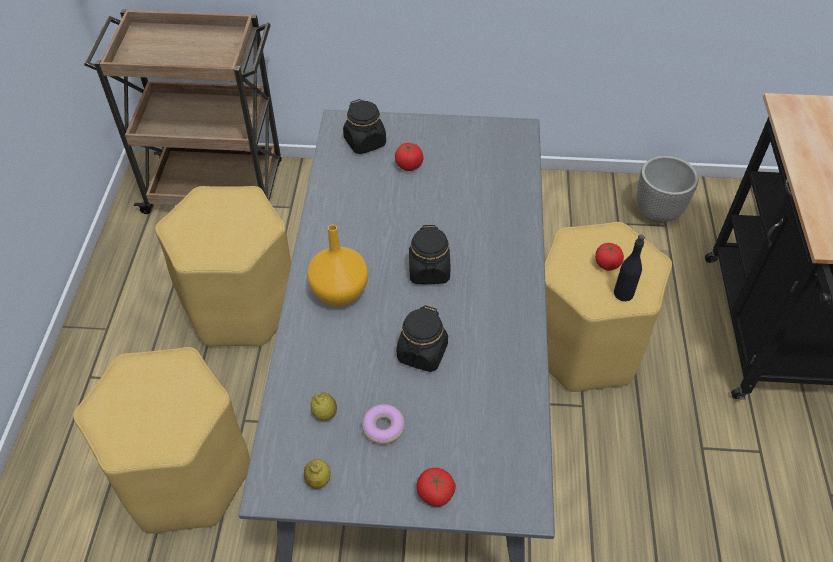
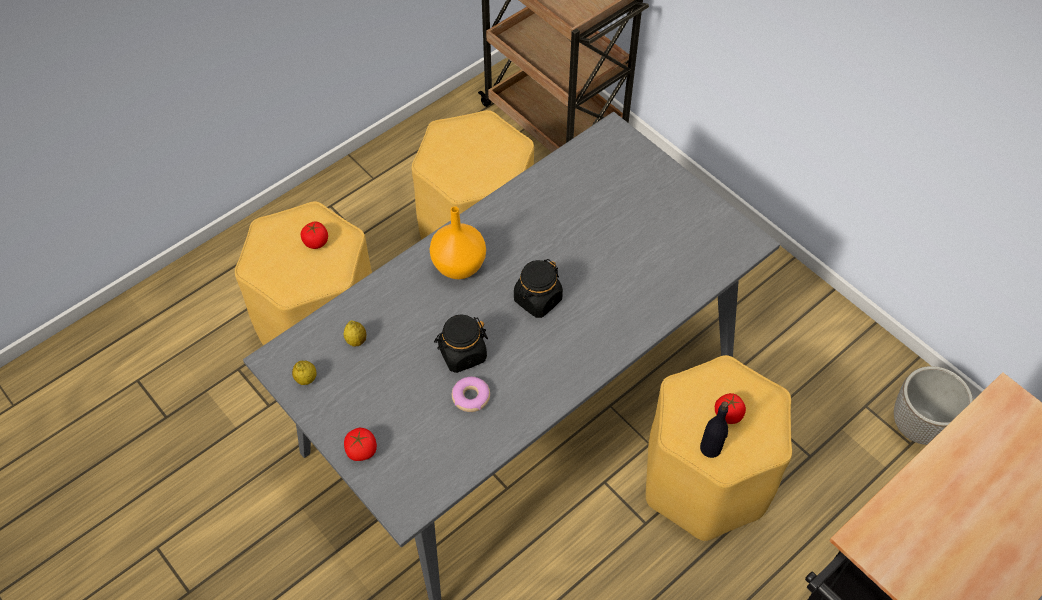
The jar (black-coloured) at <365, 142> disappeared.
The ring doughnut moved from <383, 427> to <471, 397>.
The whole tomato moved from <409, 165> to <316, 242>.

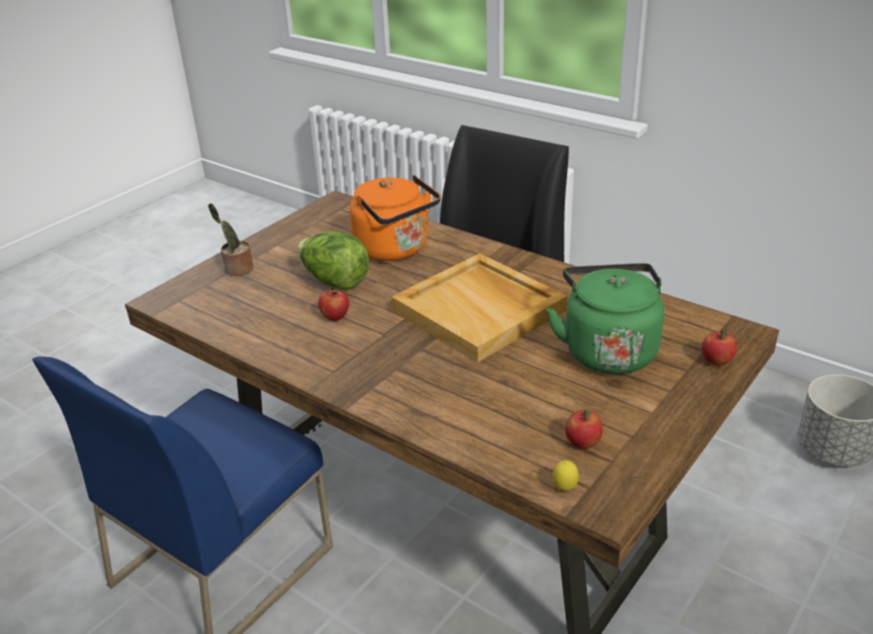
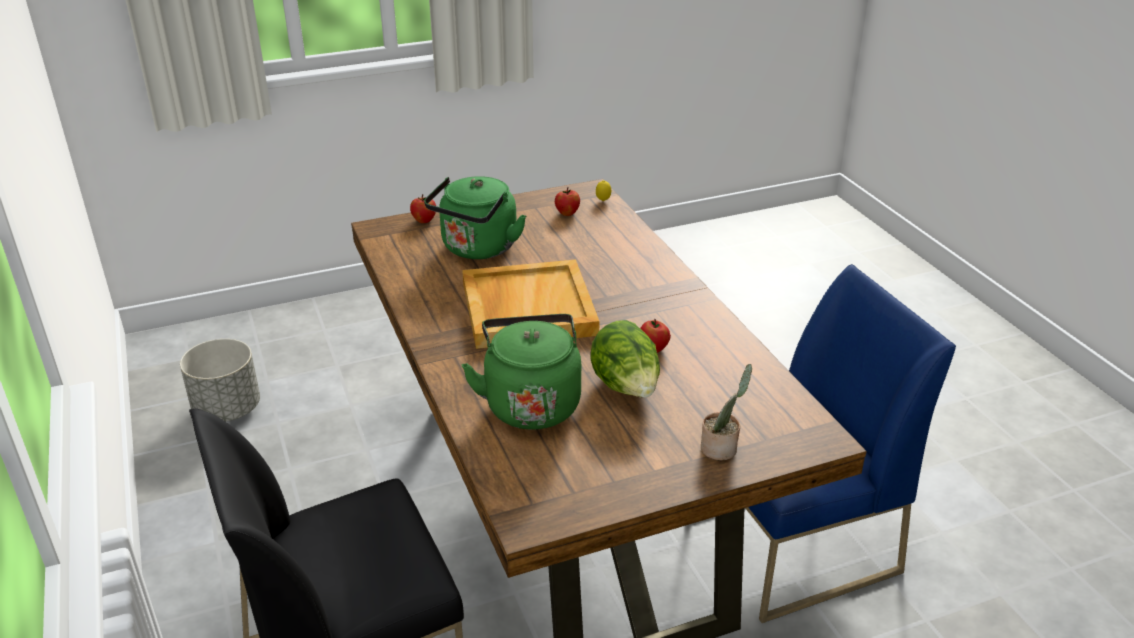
The water kettle (orangey) at <395, 250> became the water kettle (green) at <531, 403>.

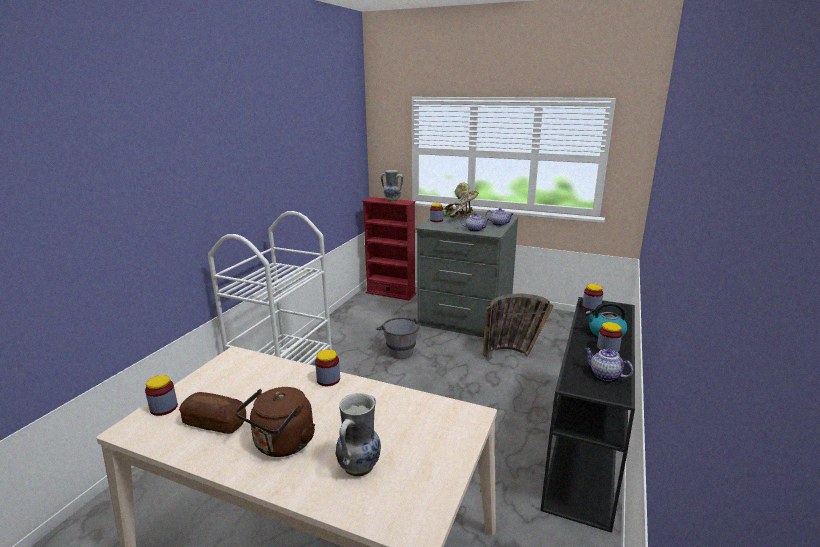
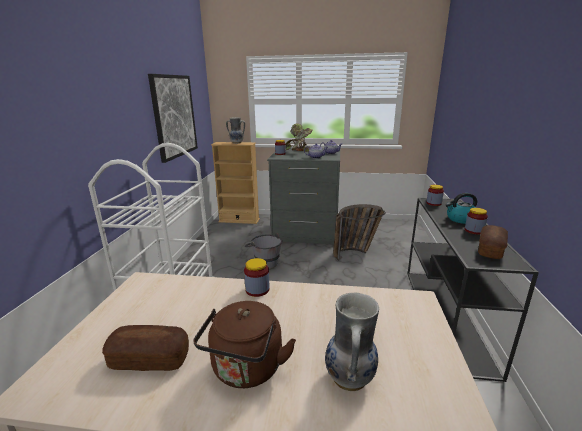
The jar at <164, 408> disappeared.
The wall art at <174, 116> appeared.
The tea pot at <604, 375> was replaced by the bakery bread at <490, 249>.
The shelving unit (reddish) at <390, 293> became the shelving unit (beige) at <239, 220>.

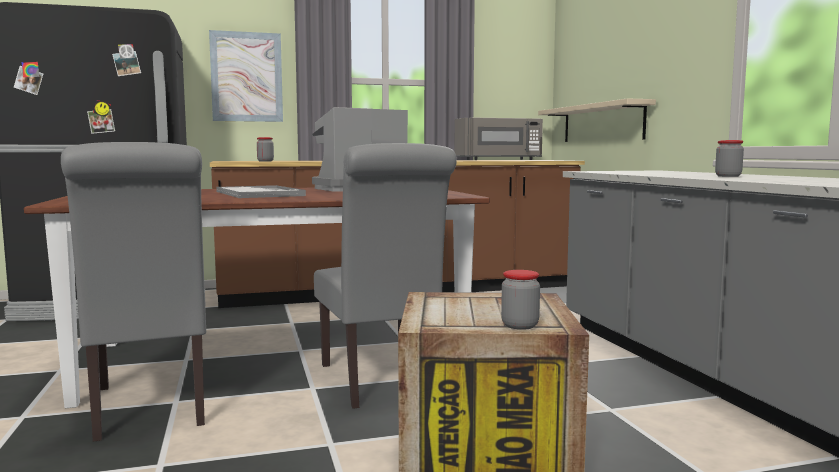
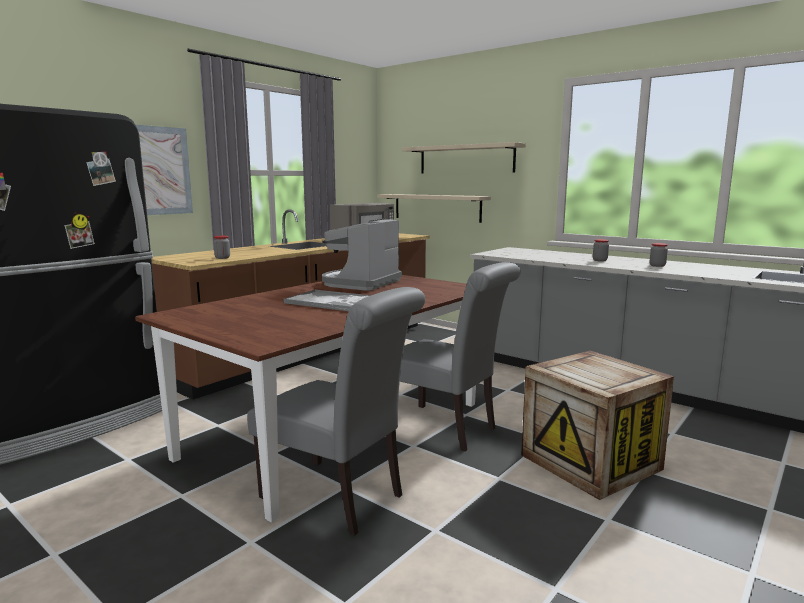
The shelf (beige) at <466, 159> appeared.
The jar moved from <520, 325> to <657, 266>.

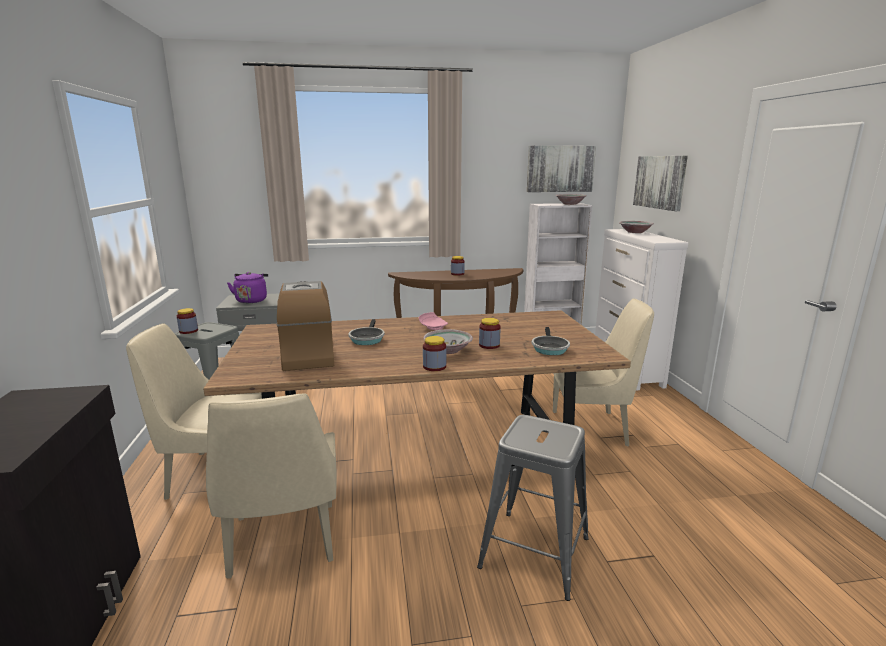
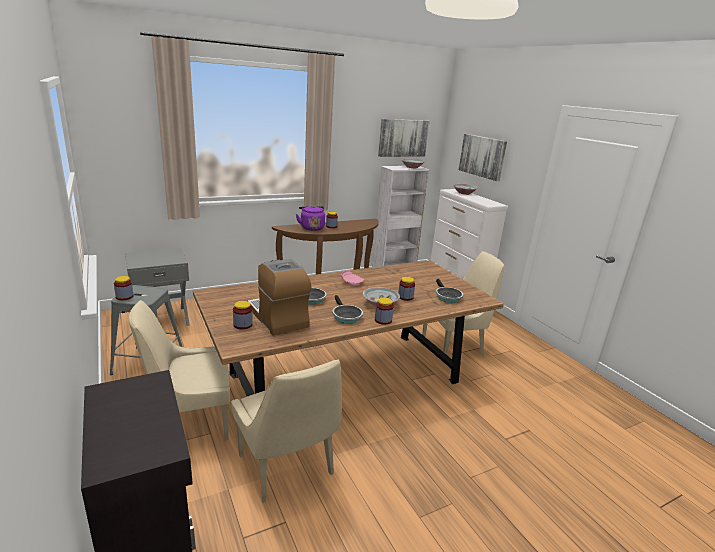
The sitting stool (grey) at <534, 552> disappeared.
The jar at <243, 325> appeared.
The frying pan at <345, 316> appeared.
The water kettle (purplish) moved from <251, 300> to <311, 228>.

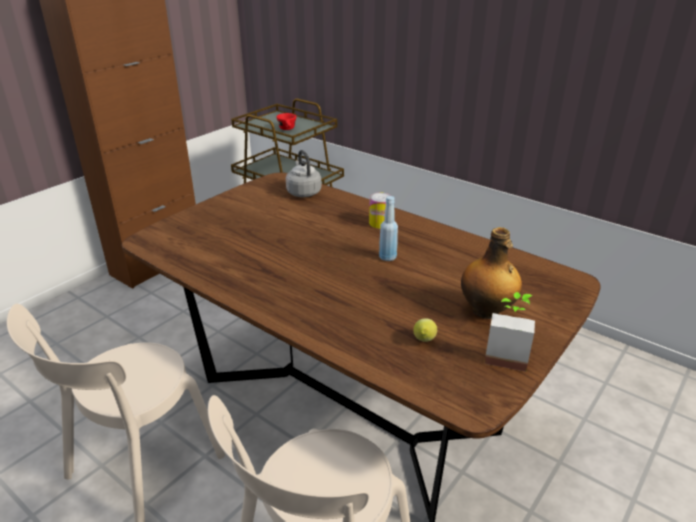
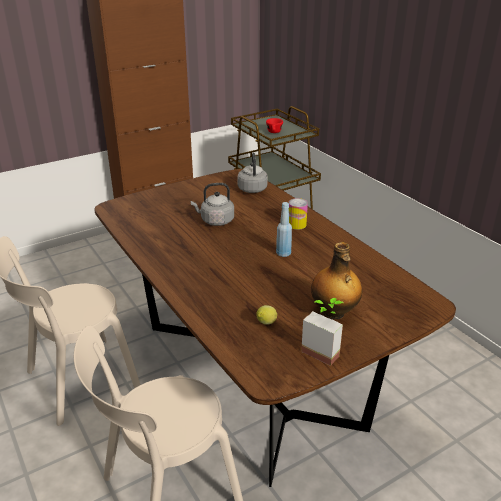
The water kettle (grey) at <215, 221> appeared.

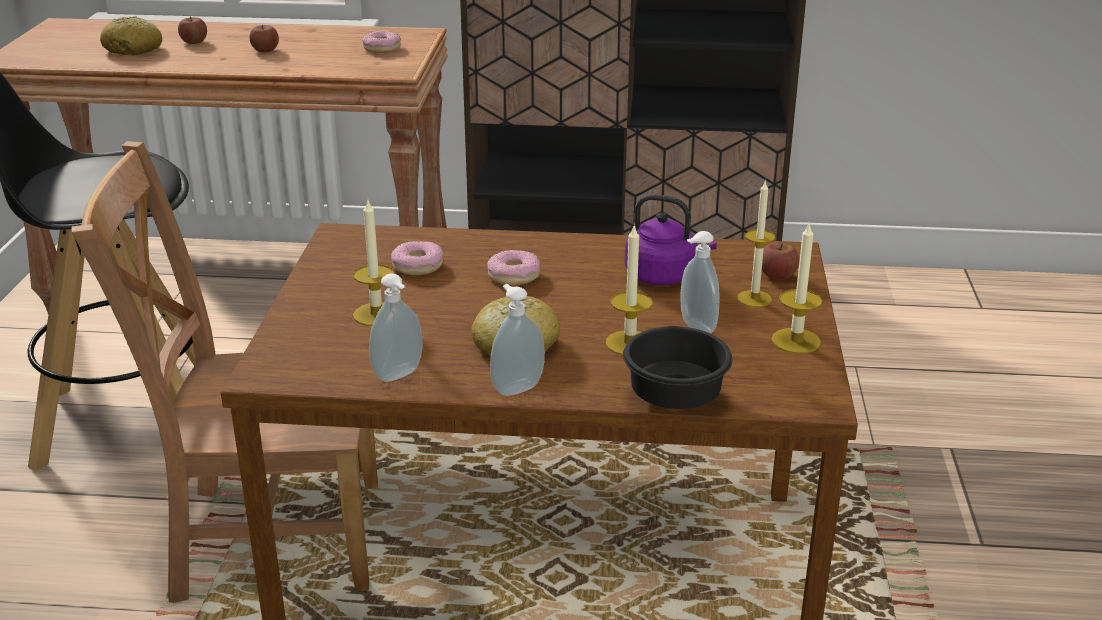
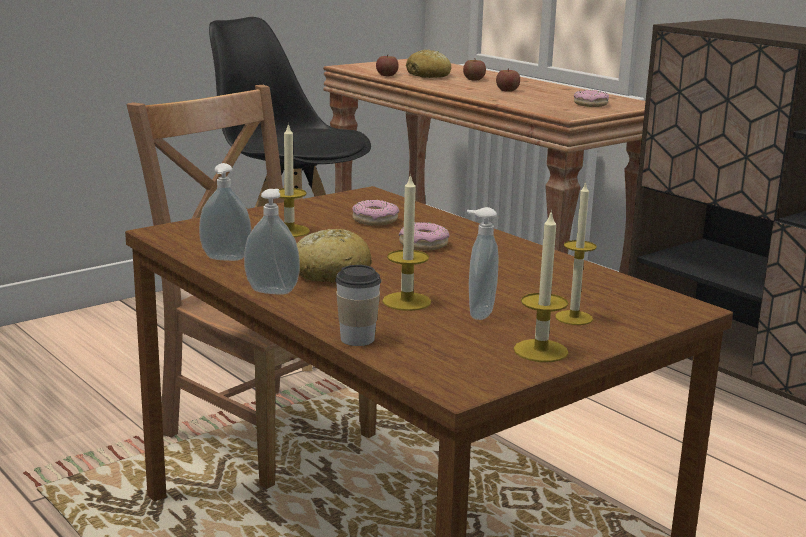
The water kettle (purplish) at <664, 276> disappeared.
The apple moved from <777, 275> to <387, 75>.
The serving bowl (black-coloured) at <677, 399> was replaced by the cup at <357, 339>.

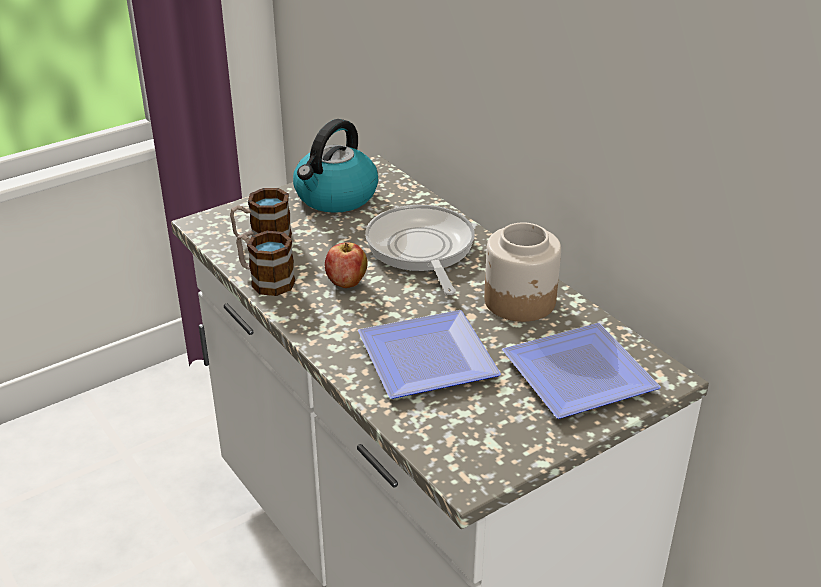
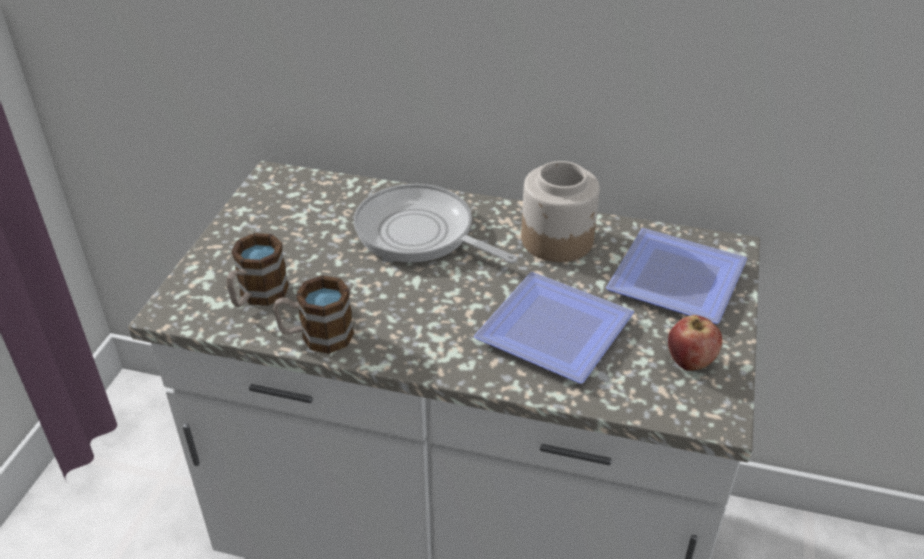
The water kettle at <335, 197> disappeared.
The apple moved from <346, 283> to <690, 362>.

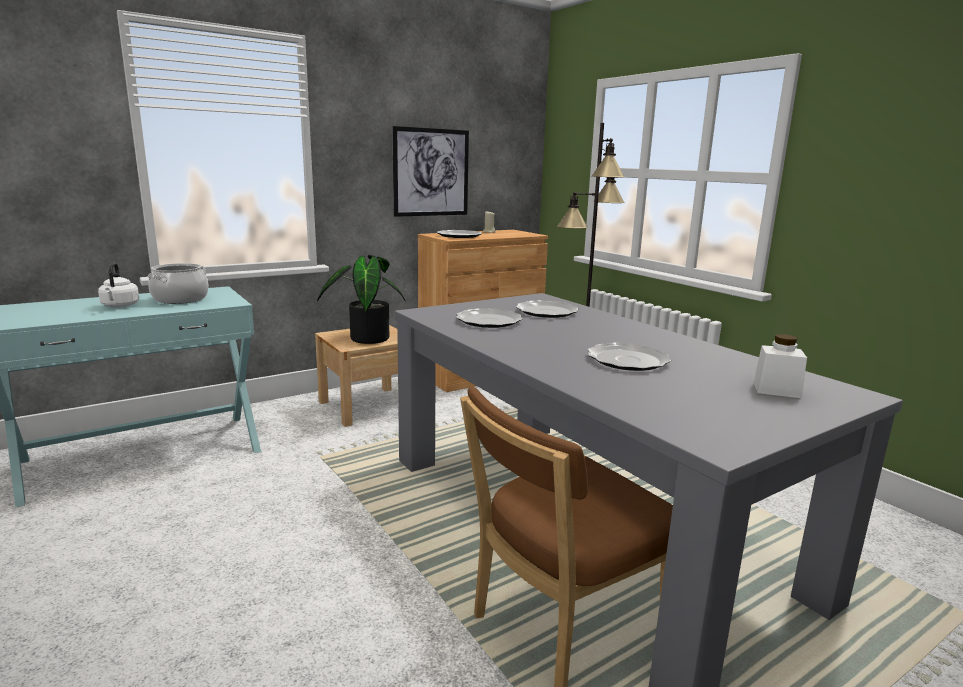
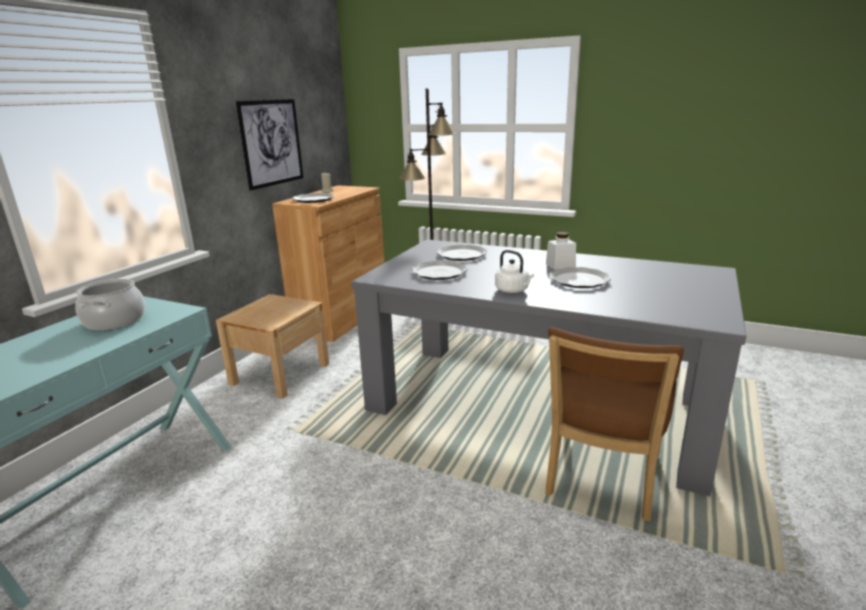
The houseplant at <366, 338> disappeared.
The water kettle (whitish) moved from <120, 306> to <513, 290>.
The jar (whitish) moved from <776, 390> to <560, 265>.

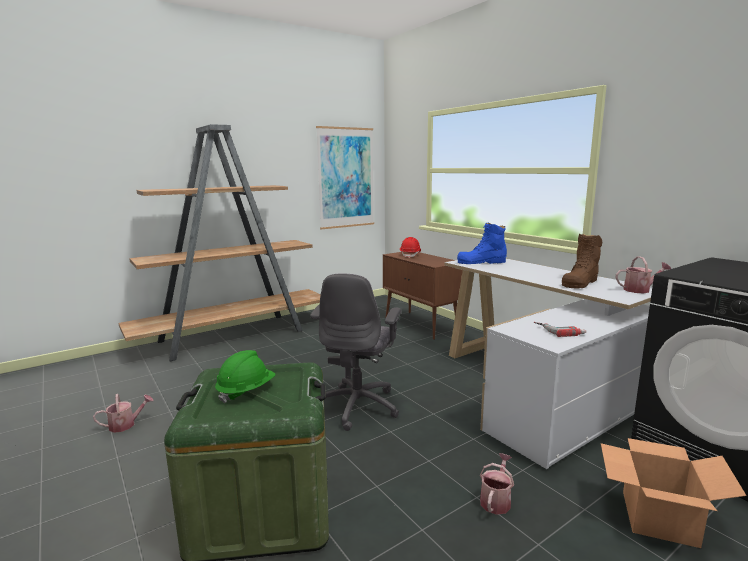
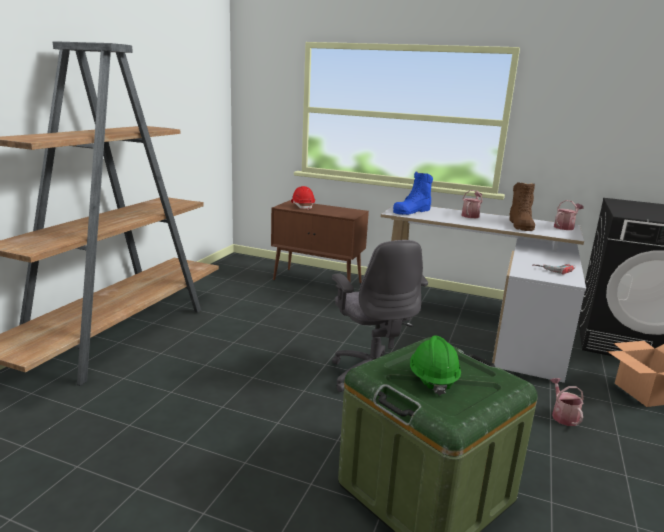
The wall art at <346, 178> disappeared.
The sprinkling can moved from <126, 425> to <471, 215>.

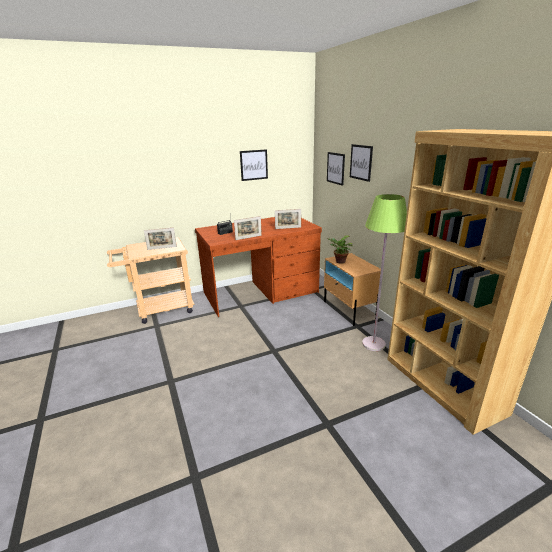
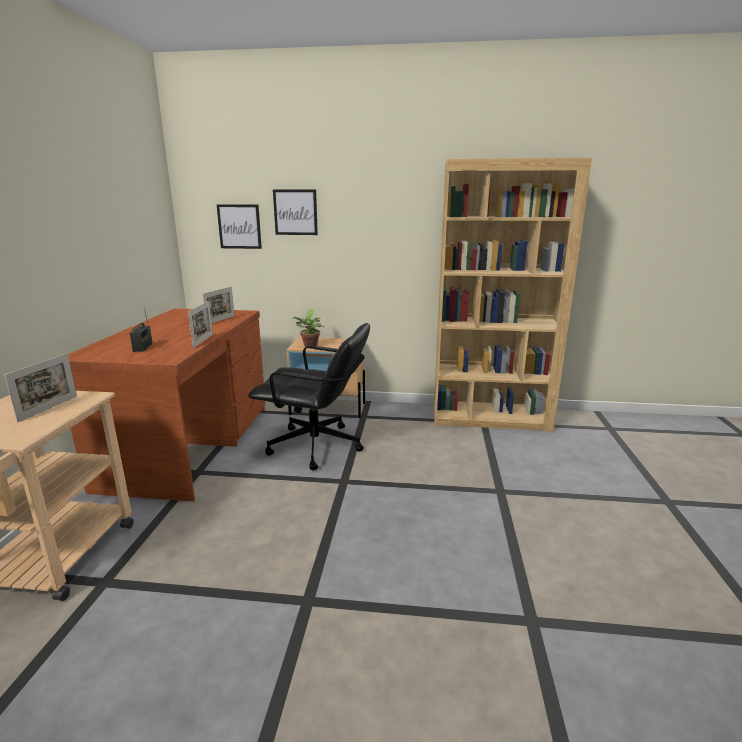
The wall art at <254, 165> disappeared.
The standing lamp (green) at <373, 344> disappeared.
The office chair (black-coloured) at <316, 447> appeared.

